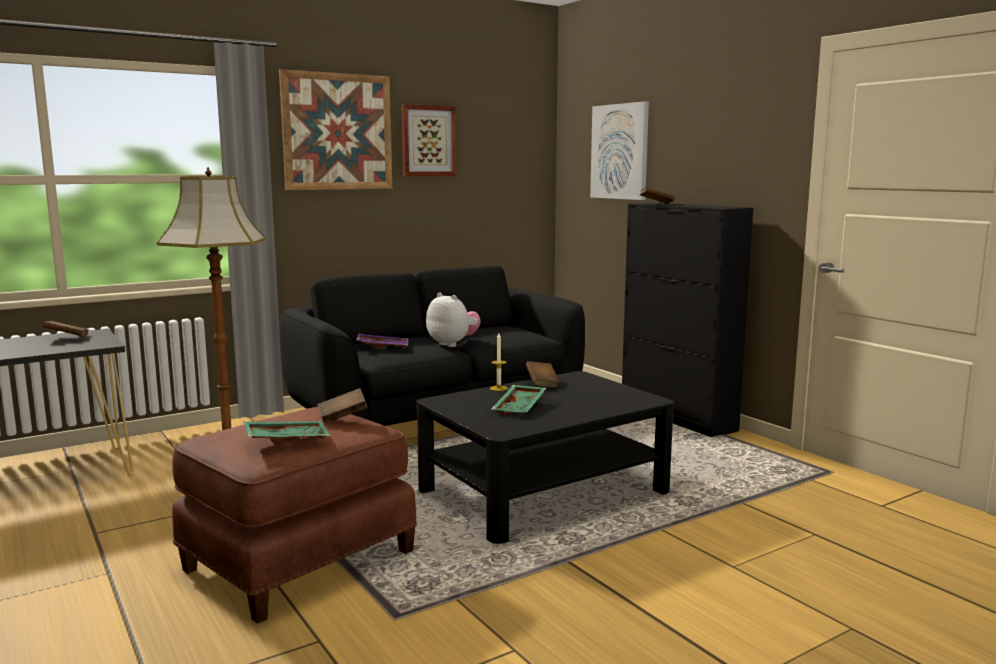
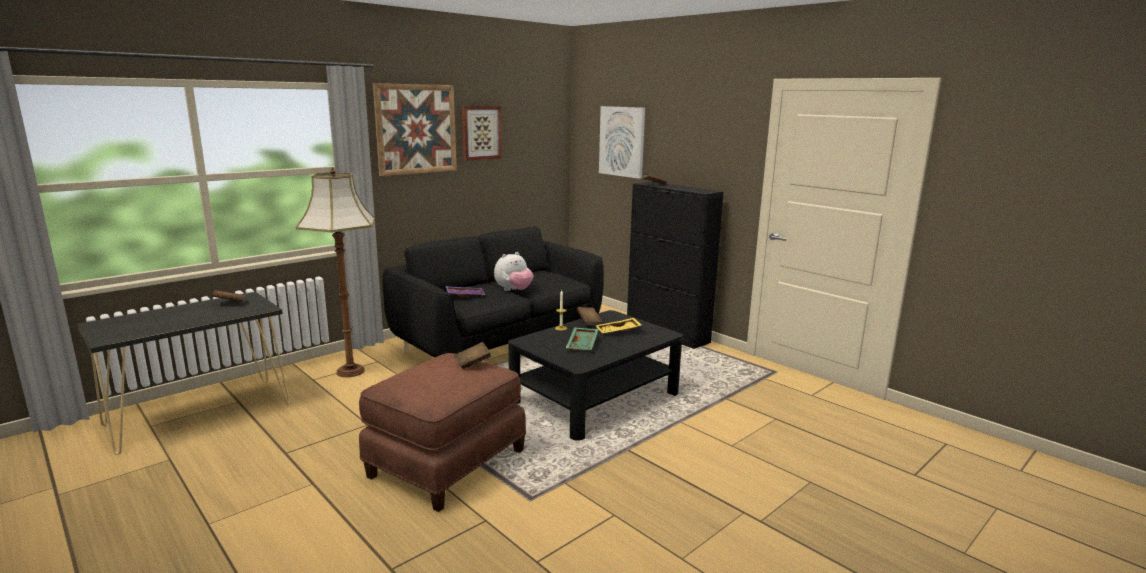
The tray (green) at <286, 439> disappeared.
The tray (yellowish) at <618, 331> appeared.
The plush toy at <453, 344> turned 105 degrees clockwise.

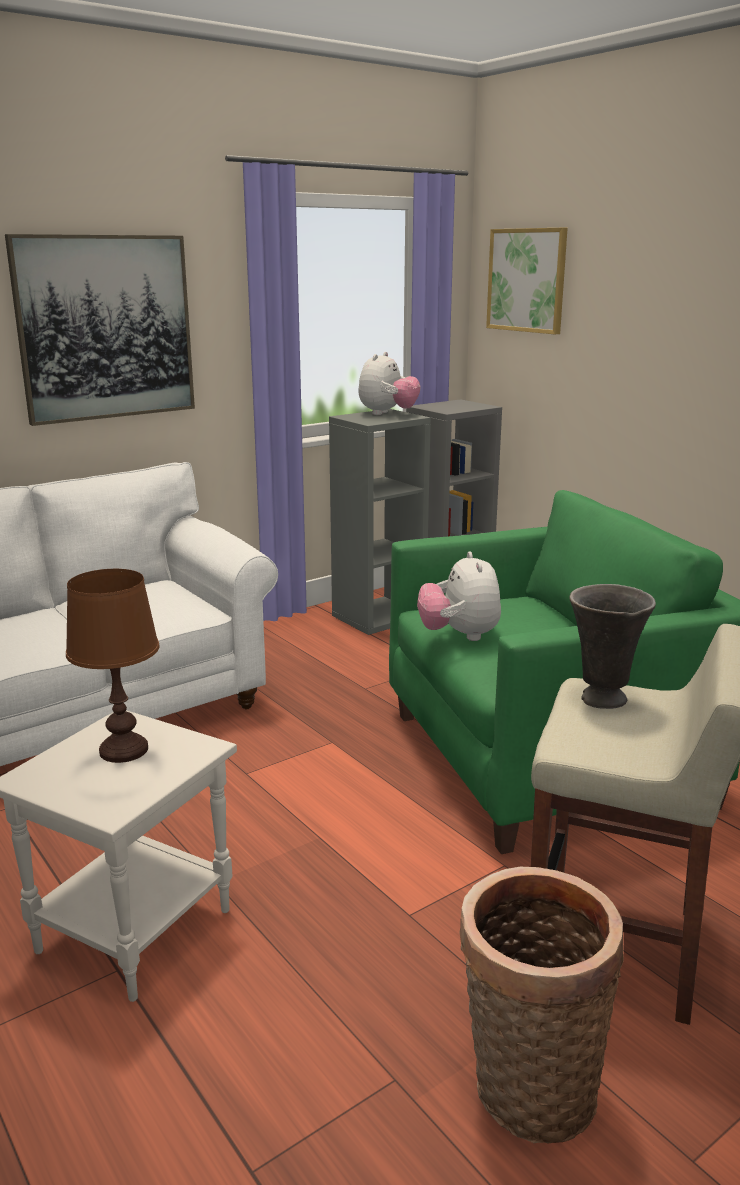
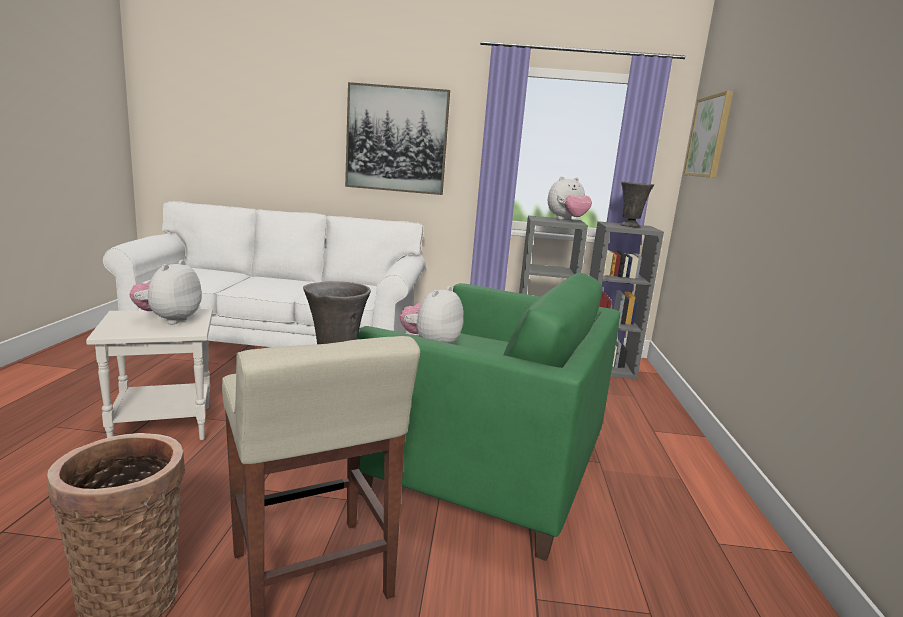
The decorative vase (grey) at <630, 226> appeared.
The tabletop lamp (brownish) at <124, 750> was replaced by the plush toy at <169, 320>.

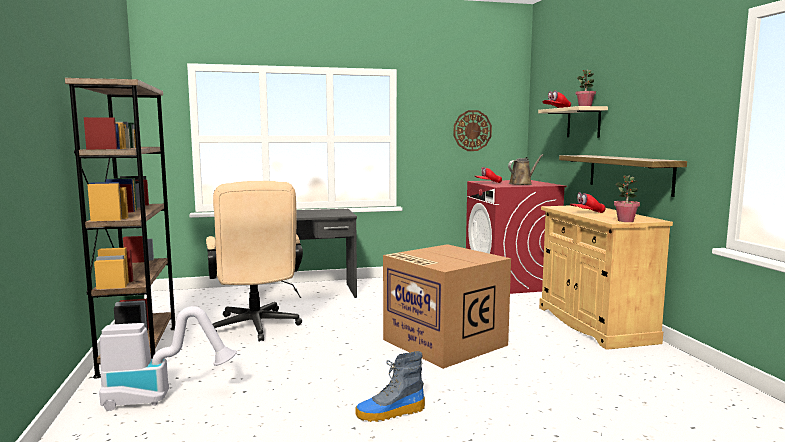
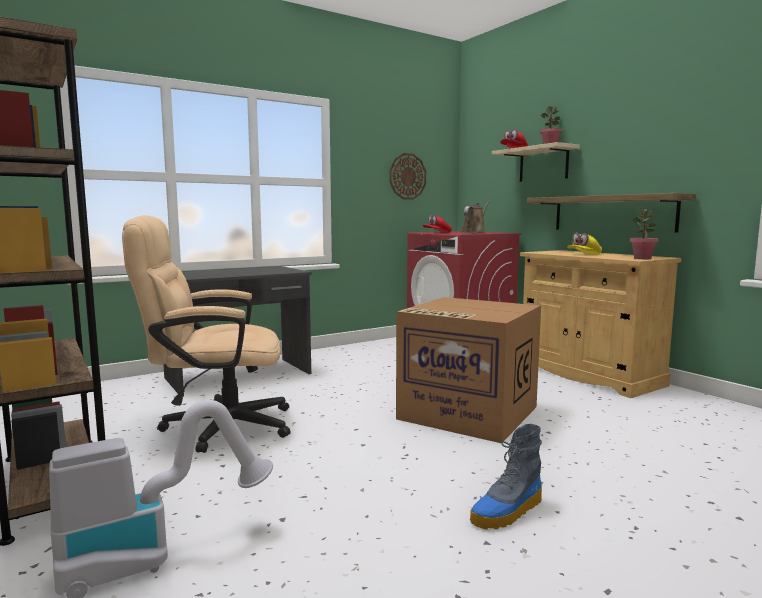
The cap (reddish) at <587, 213> became the cap (yellowish) at <584, 255>.
The office chair (beige) at <256, 328> turned 120 degrees clockwise.

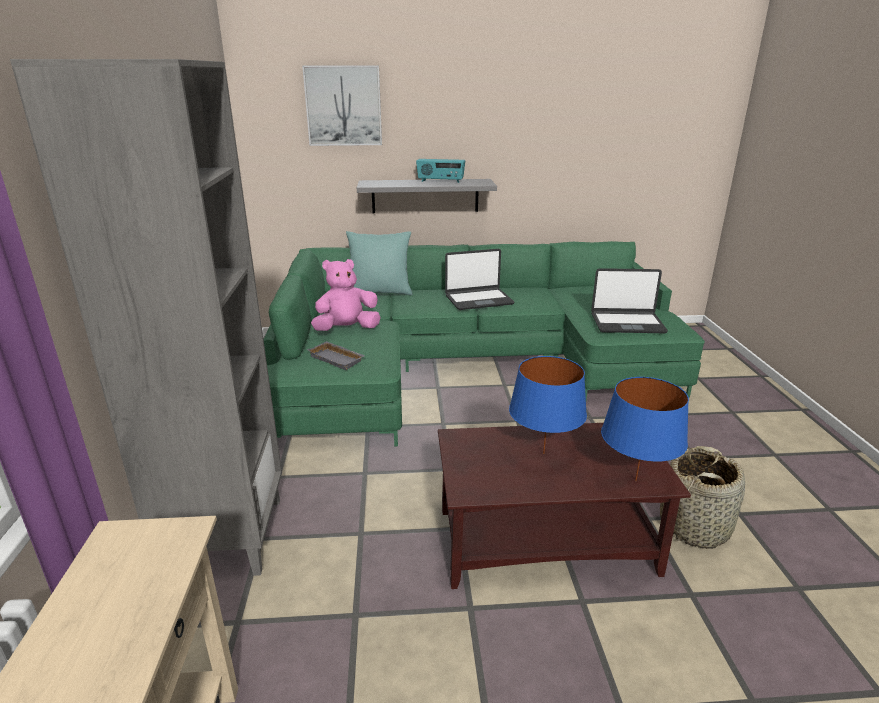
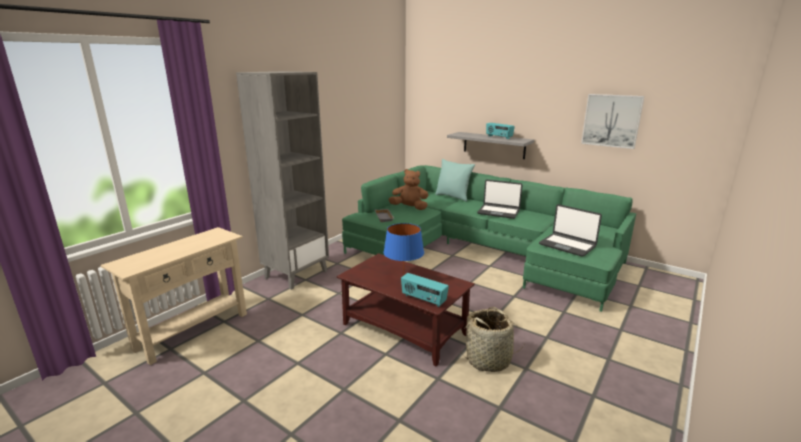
The wall art moved from <343, 106> to <611, 120>.
The tabletop lamp (blue) at <636, 481> was replaced by the radio set at <423, 300>.
The plush toy (pink) at <346, 329> became the plush toy (brownish) at <409, 208>.

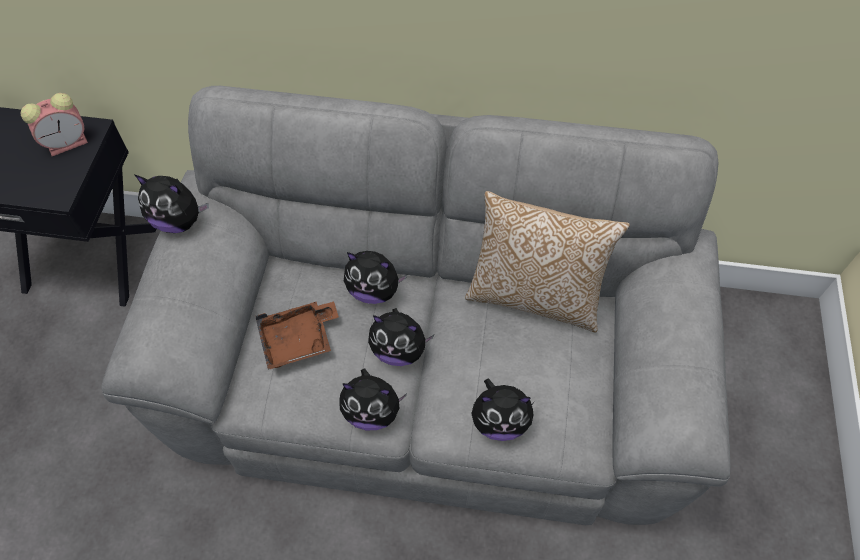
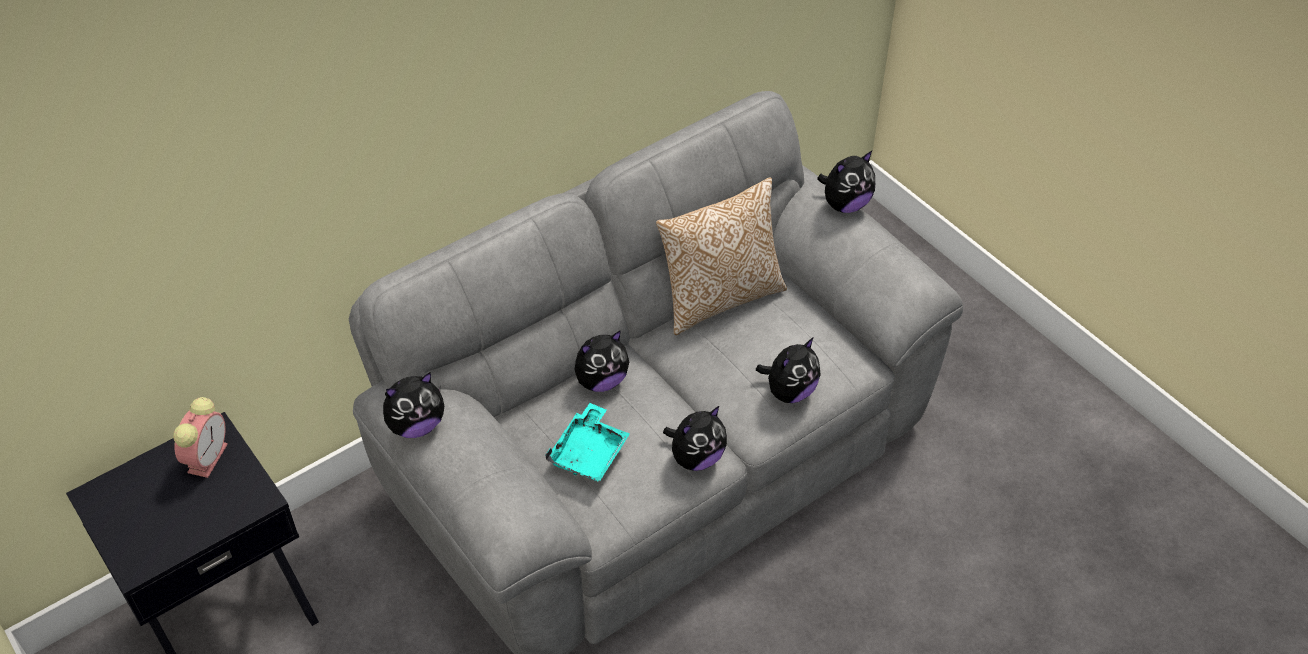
The plush toy moved from <399, 350> to <845, 204>.
The tray (brownish) at <299, 340> became the tray (turquoise) at <589, 453>.

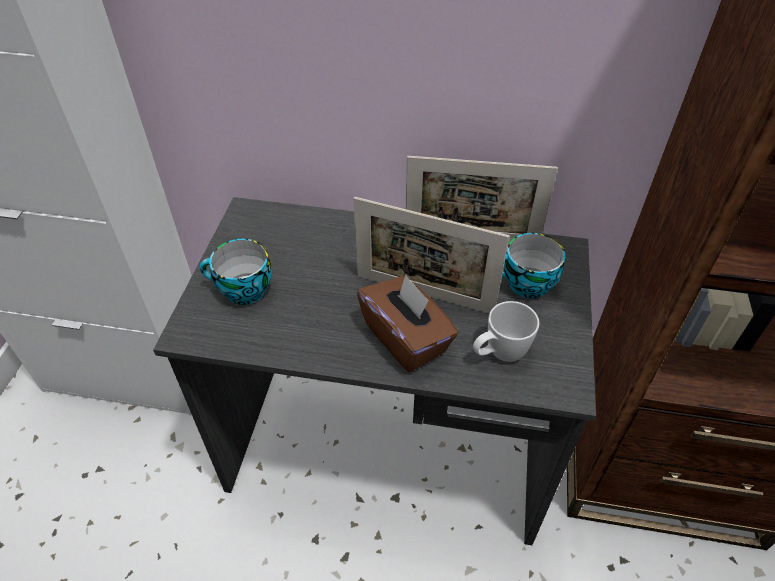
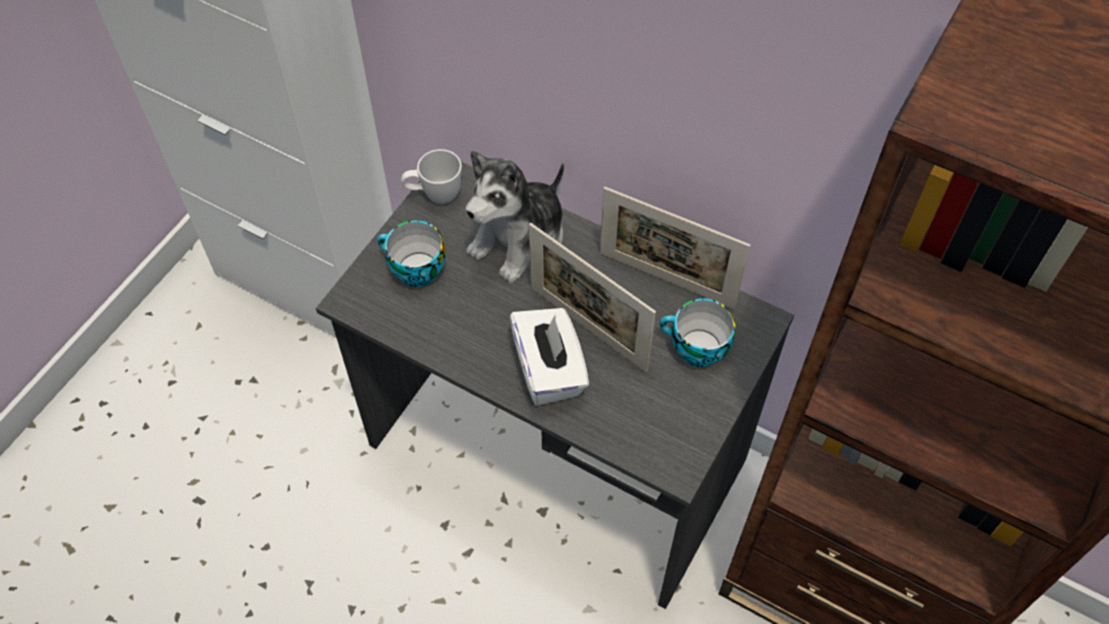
The plush toy at <519, 239> appeared.
The coffee mug (whitish) moved from <499, 354> to <434, 195>.
The tissue box (brownish) at <406, 338> became the tissue box (whitish) at <549, 370>.

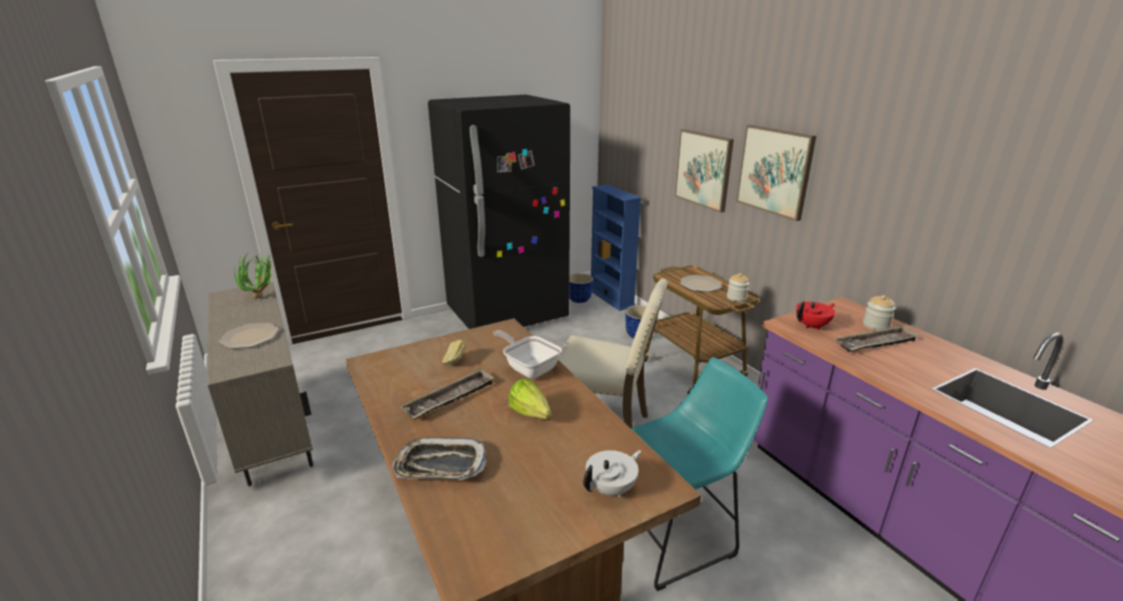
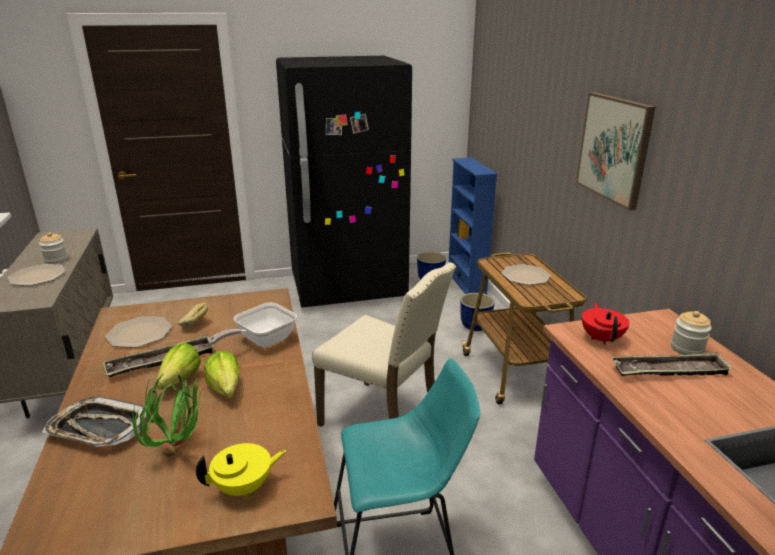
The wall art at <704, 169> disappeared.
The flat dish at <139, 333> appeared.
The head of lettuce at <176, 383> appeared.
The houseplant moved from <263, 296> to <182, 449>.
The jar moved from <736, 298> to <56, 260>.
The tea pot (whitish) at <612, 488> became the tea pot (yellowish) at <244, 487>.
The frying pan at <529, 368> turned 105 degrees counterclockwise.
The tea pot (reddish) at <812, 326> turned 75 degrees counterclockwise.

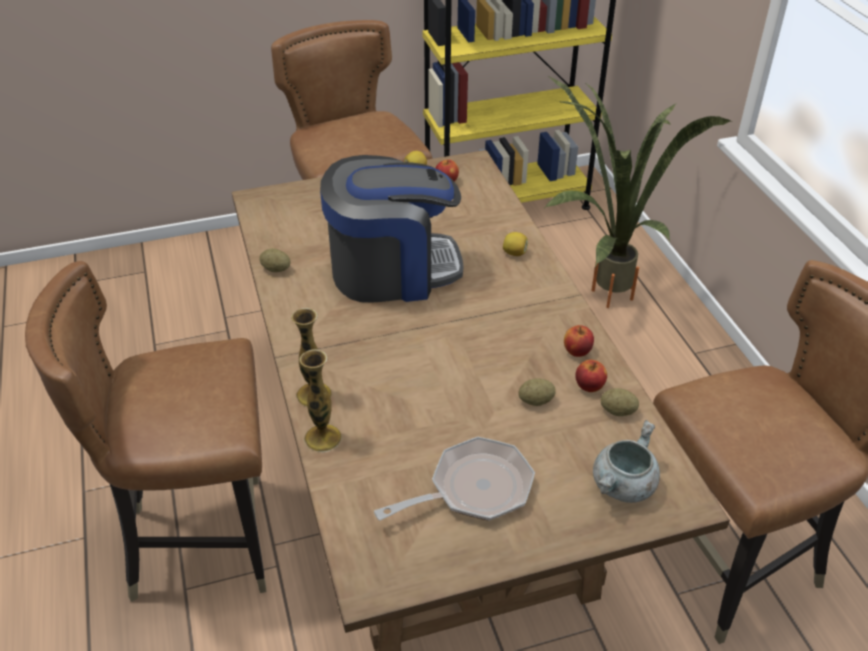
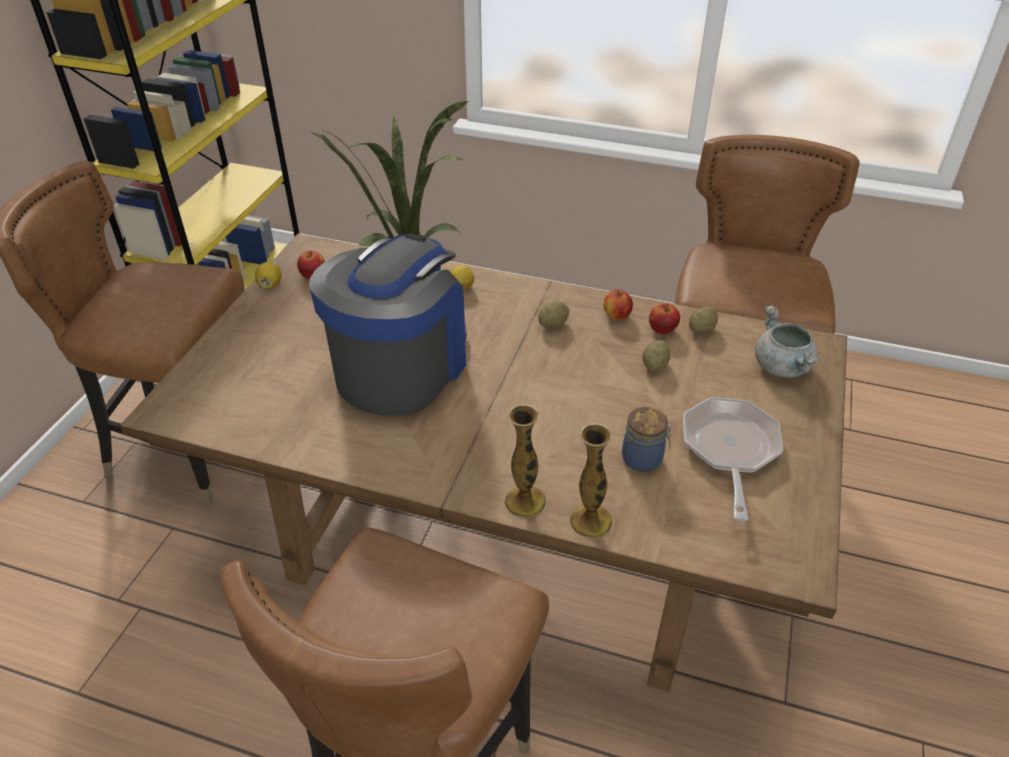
The jar at <644, 459> appeared.
The potato moved from <276, 269> to <553, 324>.

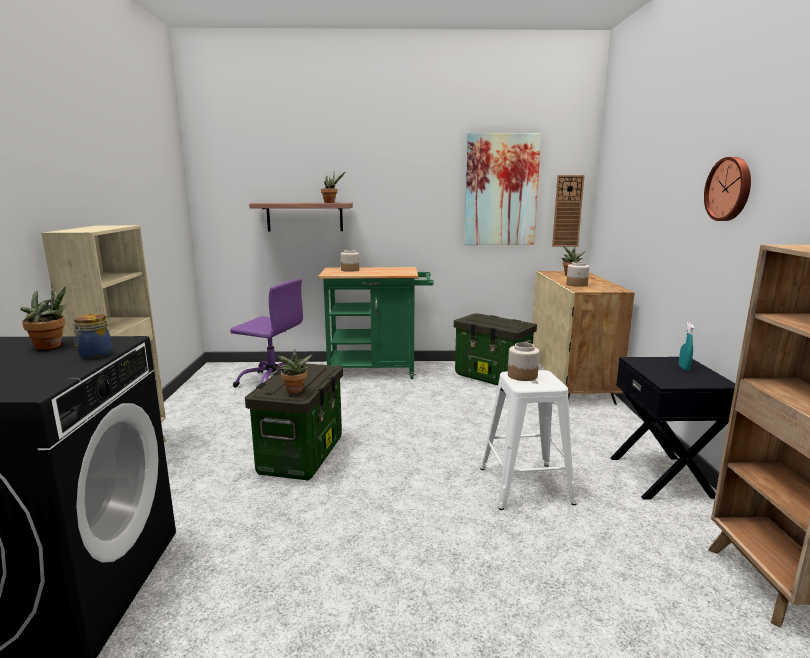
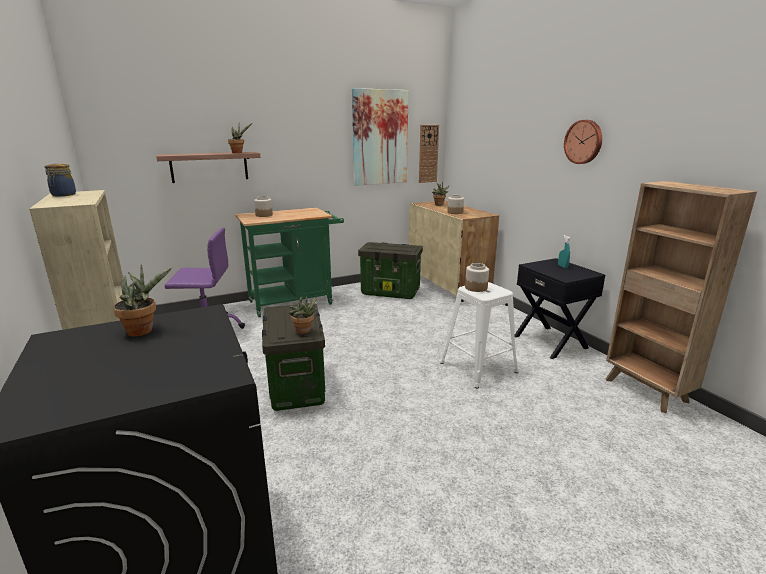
The jar moved from <94, 355> to <63, 195>.

